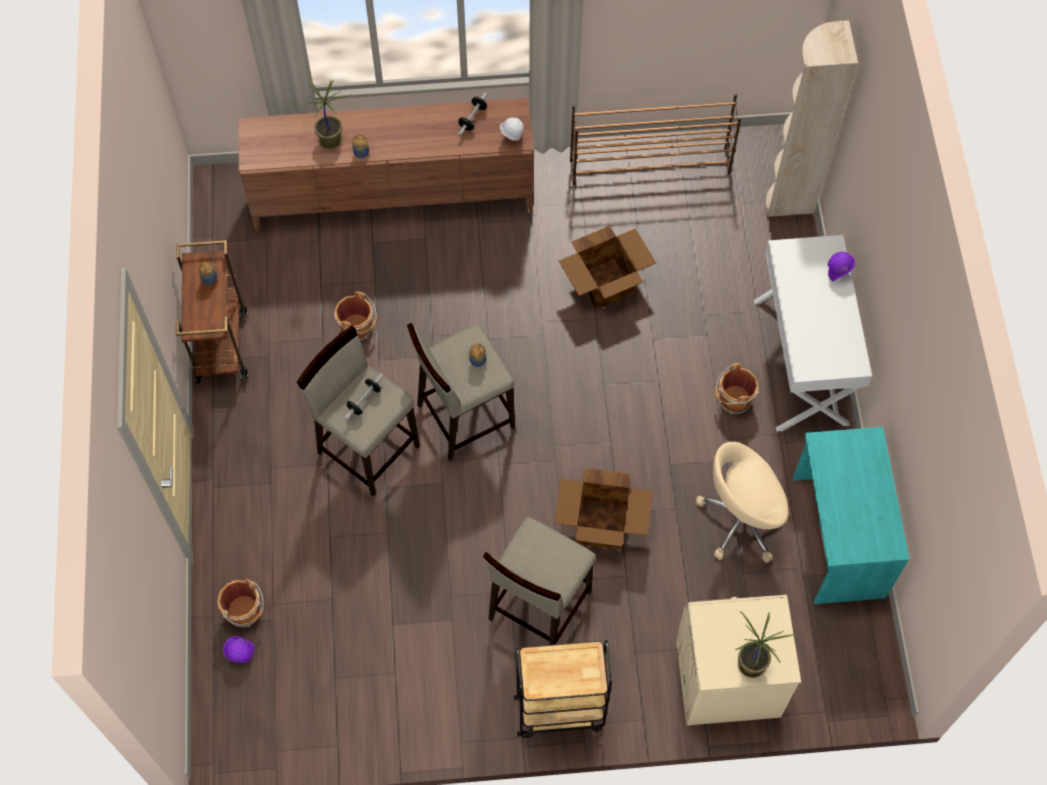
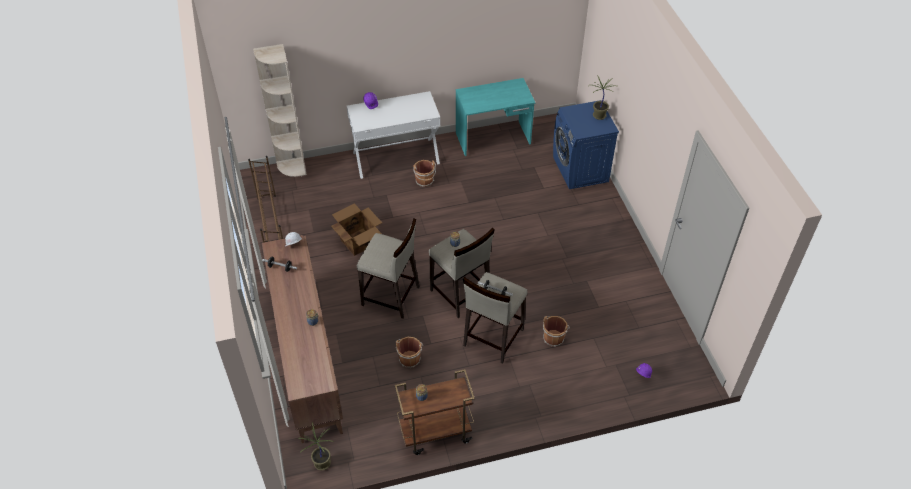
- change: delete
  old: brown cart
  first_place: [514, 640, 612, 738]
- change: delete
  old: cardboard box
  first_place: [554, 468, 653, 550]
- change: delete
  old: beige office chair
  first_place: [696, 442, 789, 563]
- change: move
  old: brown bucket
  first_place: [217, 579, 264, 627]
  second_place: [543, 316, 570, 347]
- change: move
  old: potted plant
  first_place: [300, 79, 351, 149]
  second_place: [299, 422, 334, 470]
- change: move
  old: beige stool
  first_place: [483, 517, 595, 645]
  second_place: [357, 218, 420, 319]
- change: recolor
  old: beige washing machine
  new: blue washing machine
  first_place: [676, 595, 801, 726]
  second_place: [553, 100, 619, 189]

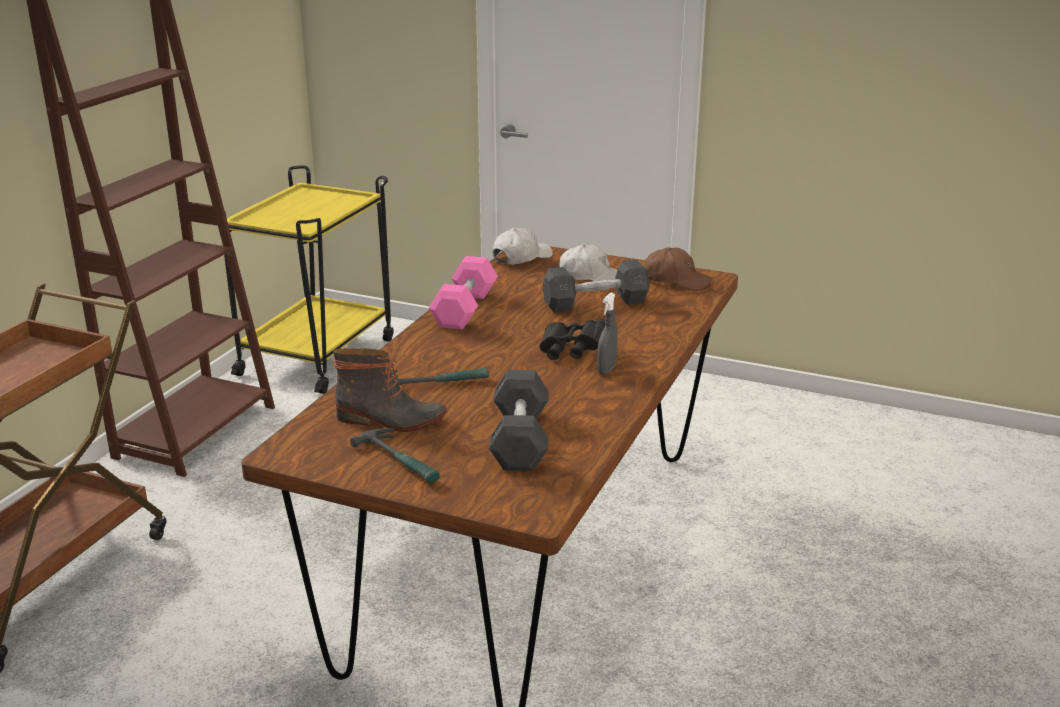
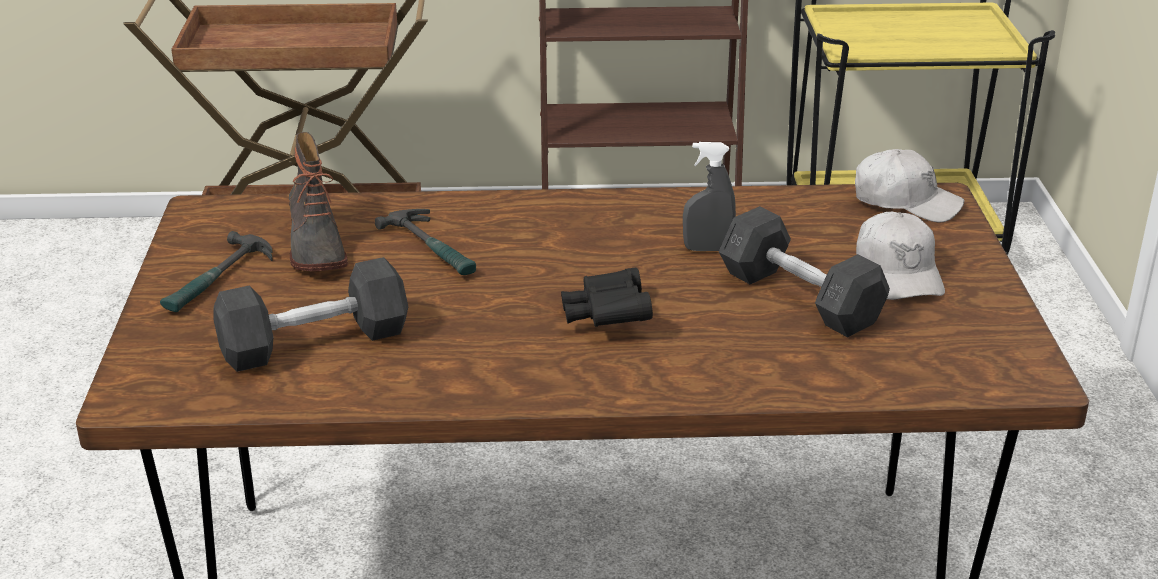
- change: delete
  old: pink dumbbell
  first_place: [429, 256, 498, 330]
- change: delete
  old: brown cap
  first_place: [644, 247, 712, 291]
- change: move
  old: grey spray bottle
  first_place: [597, 292, 618, 375]
  second_place: [683, 142, 736, 251]

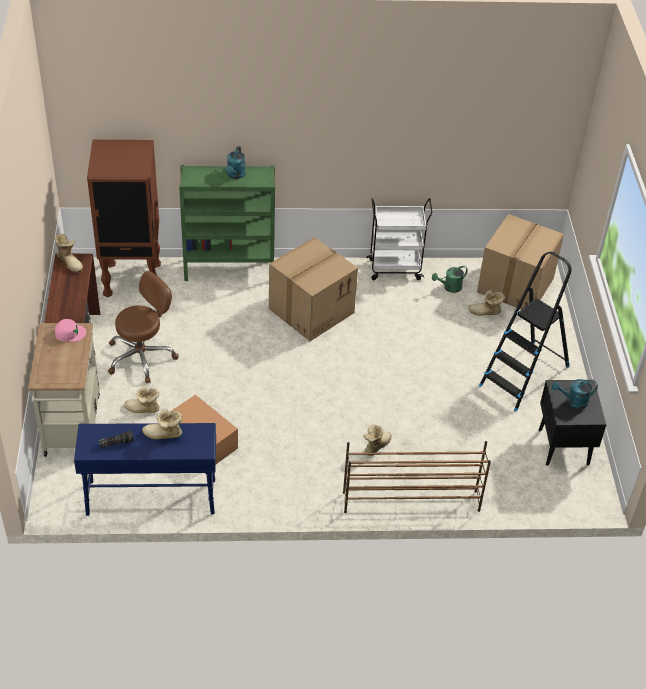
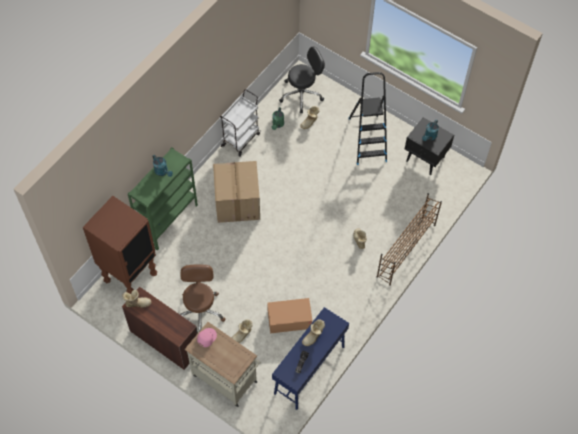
- change: replace
  old: cardboard box
  new: black office chair
  first_place: [477, 214, 564, 309]
  second_place: [279, 46, 325, 113]

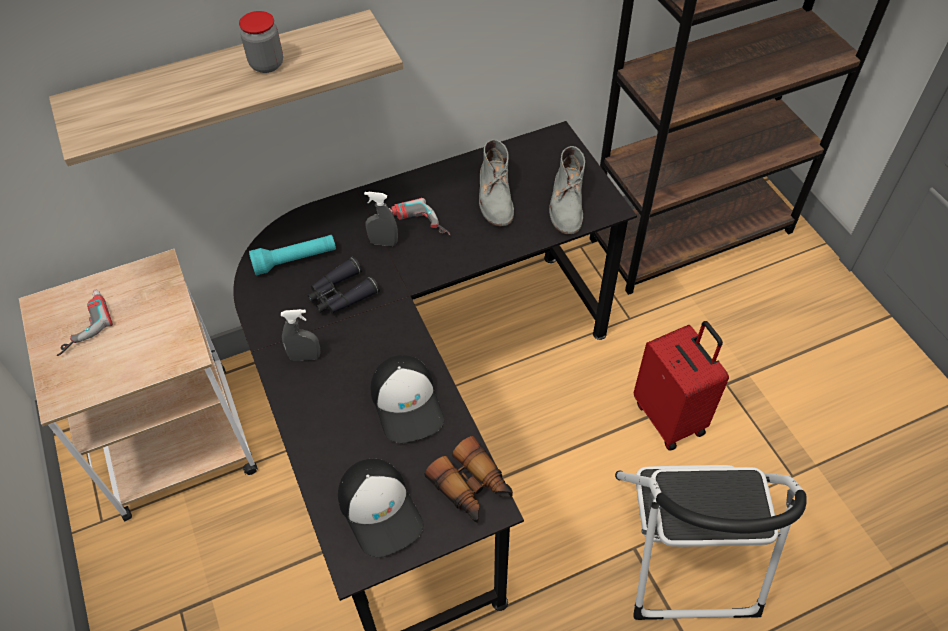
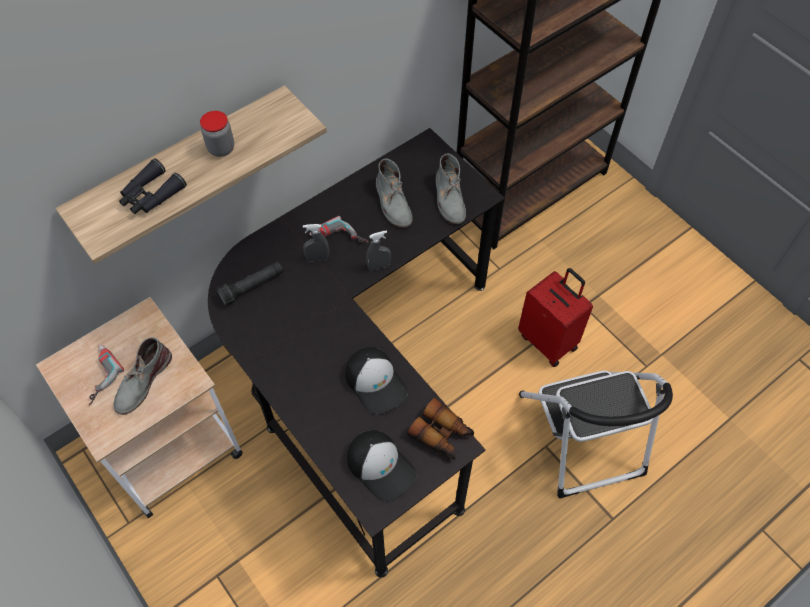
- change: insert
  new: grey boot
  second_place: [113, 337, 172, 415]
- change: move
  old: grey spray bottle
  first_place: [281, 309, 320, 361]
  second_place: [366, 230, 391, 271]
- change: move
  old: black binoculars
  first_place: [307, 257, 380, 314]
  second_place: [119, 158, 187, 214]
- change: recolor
  old: turquoise flashlight
  new: black flashlight
  first_place: [249, 235, 336, 275]
  second_place: [217, 261, 283, 306]

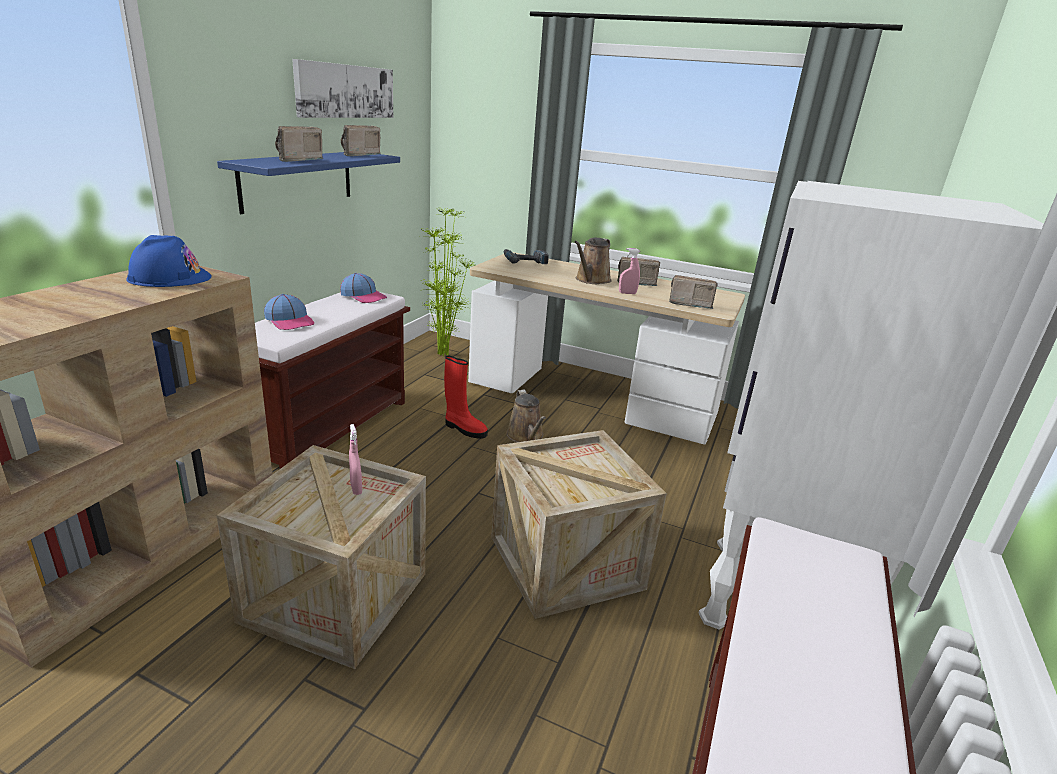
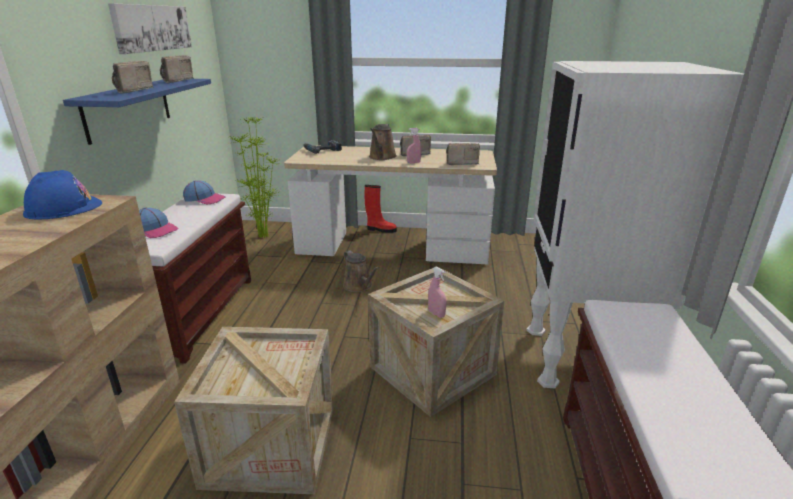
- change: move
  old: pink spray bottle
  first_place: [349, 424, 362, 495]
  second_place: [428, 267, 446, 318]
- change: move
  old: red boot
  first_place: [444, 355, 488, 439]
  second_place: [365, 185, 397, 233]

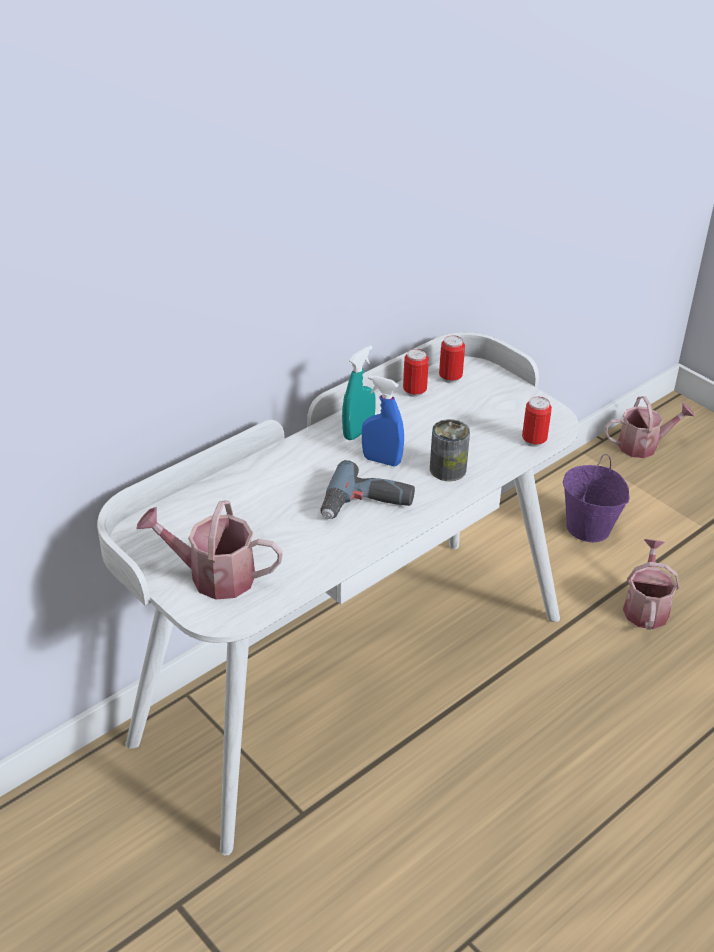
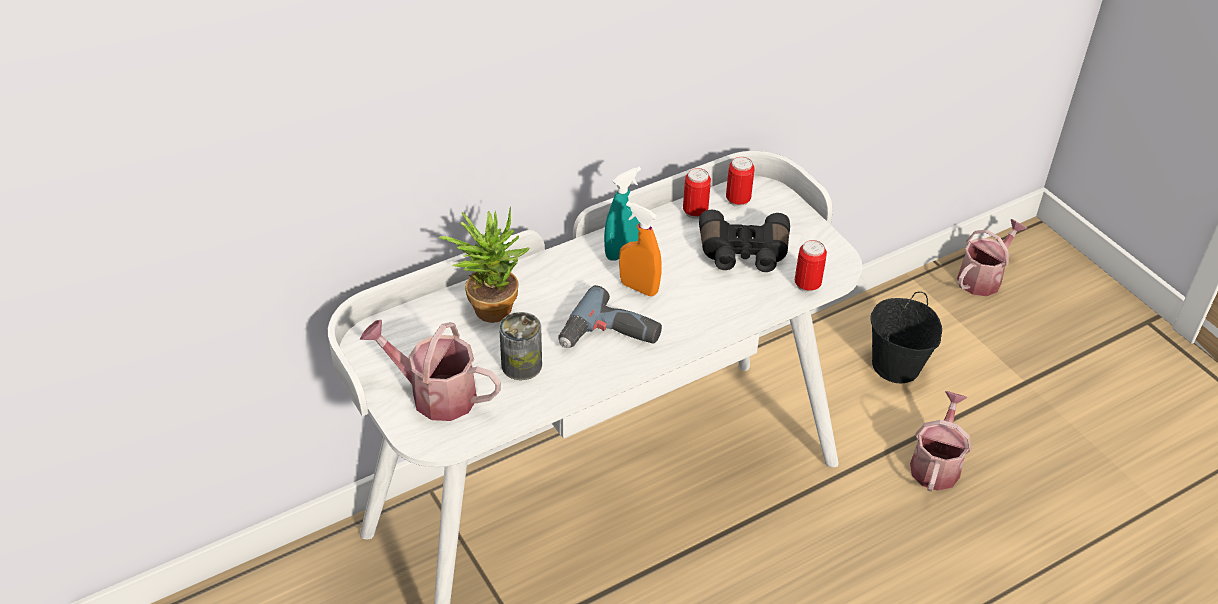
- change: insert
  new: potted plant
  second_place: [439, 207, 530, 323]
- change: insert
  new: black binoculars
  second_place: [699, 210, 790, 272]
- change: move
  old: can
  first_place: [430, 419, 470, 481]
  second_place: [499, 312, 542, 380]
- change: recolor
  old: blue spray bottle
  new: orange spray bottle
  first_place: [362, 375, 404, 466]
  second_place: [619, 202, 662, 296]
- change: recolor
  old: purple bucket
  new: black bucket
  first_place: [563, 454, 630, 542]
  second_place: [871, 291, 942, 383]
- change: rotate
  old: watering can
  first_place: [604, 396, 695, 458]
  second_place: [957, 219, 1027, 296]
  degrees: -45

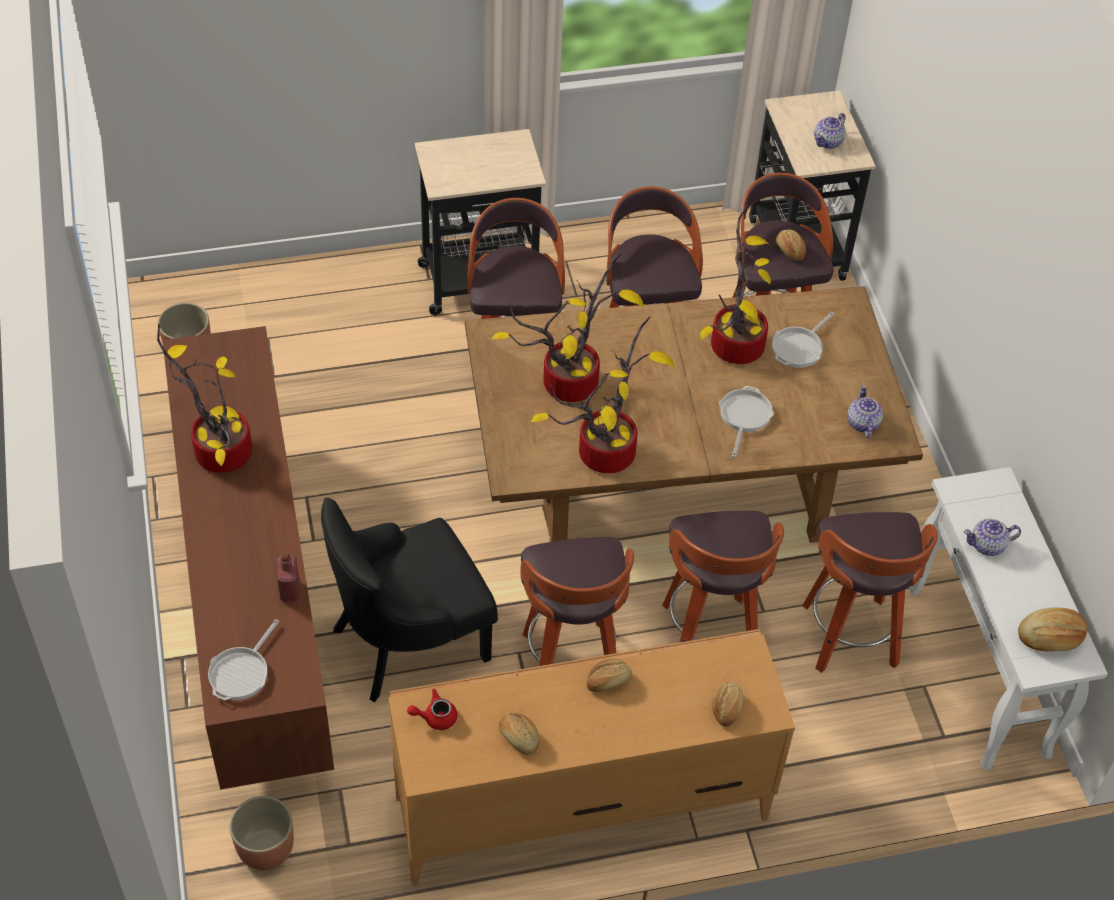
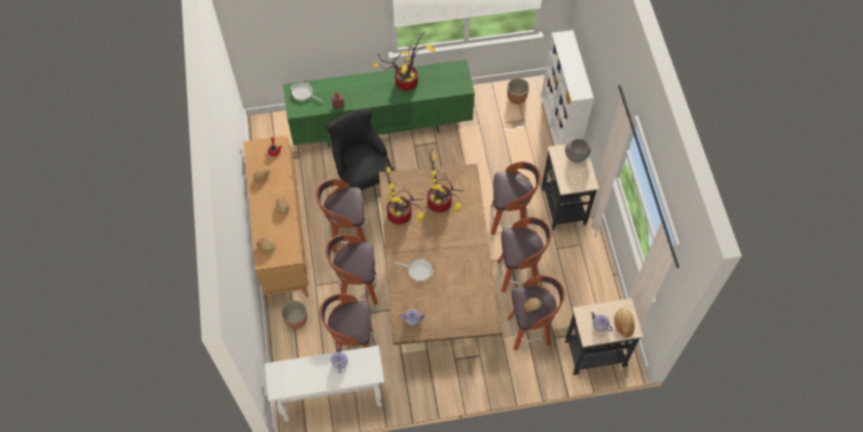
- change: delete
  old: potted plant
  first_place: [700, 205, 771, 364]
- change: delete
  old: frying pan
  first_place: [772, 312, 834, 368]
- change: insert
  new: white bookcase
  second_place: [541, 30, 594, 146]
- change: insert
  new: grey bowl
  second_place: [565, 138, 591, 163]
- change: move
  old: planter
  first_place: [230, 796, 294, 870]
  second_place: [281, 301, 307, 329]
- change: move
  old: bread
  first_place: [1018, 607, 1088, 652]
  second_place: [614, 308, 635, 338]
- change: recolor
  old: brown cabinet
  new: green cabinet
  first_place: [162, 326, 334, 790]
  second_place: [283, 59, 475, 148]

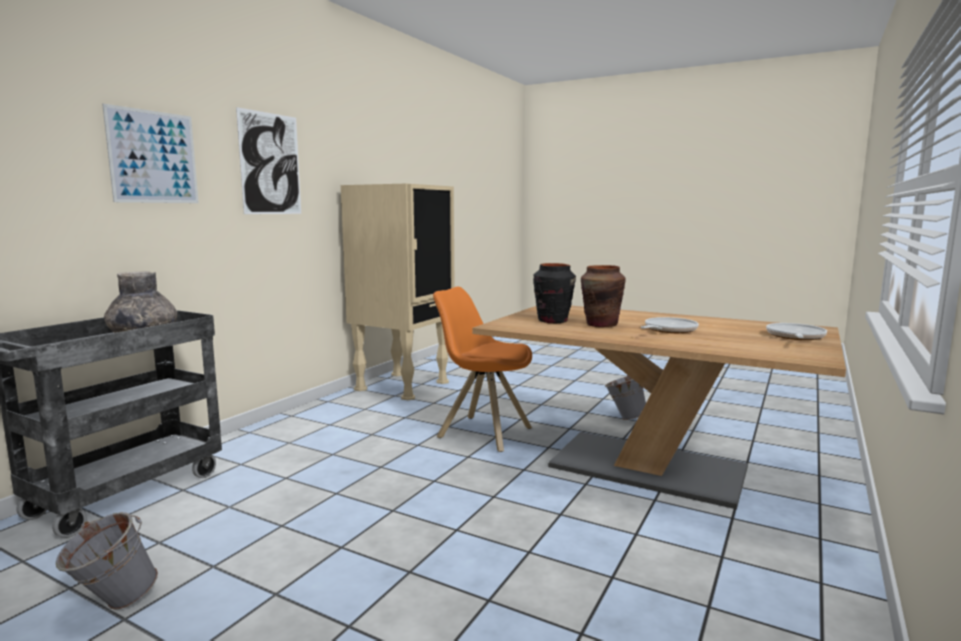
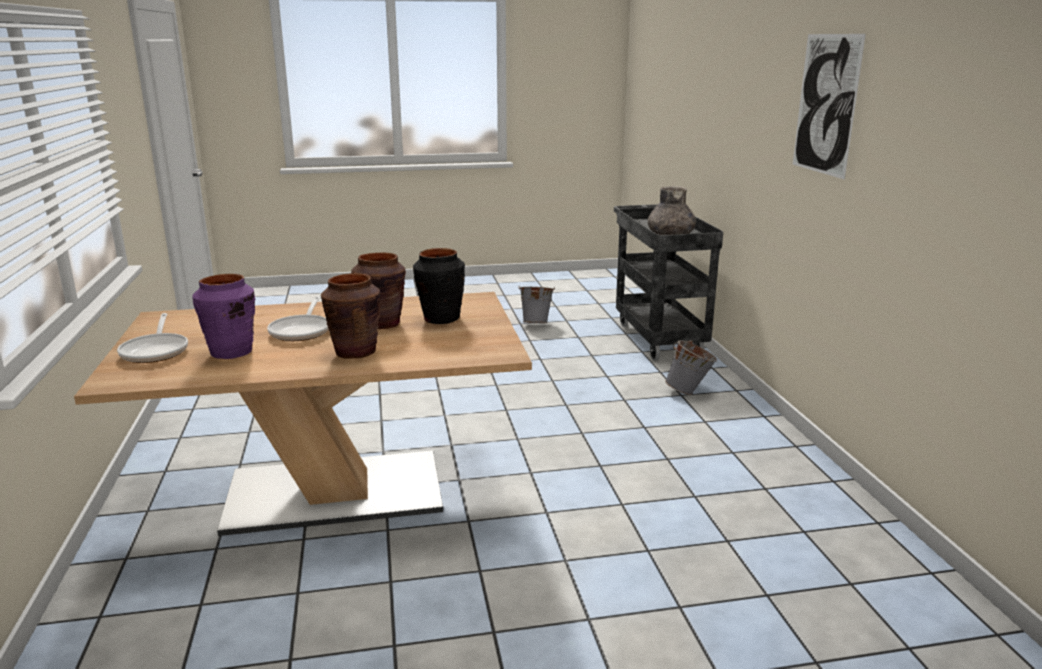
- change: delete
  old: picture
  first_place: [102, 104, 199, 203]
- change: delete
  old: beige cabinet
  first_place: [341, 184, 455, 400]
- change: delete
  old: orange chair
  first_place: [433, 287, 532, 452]
- change: insert
  new: purple vase
  second_place: [192, 274, 255, 359]
- change: insert
  new: brown vase
  second_place: [321, 273, 381, 359]
- change: move
  old: grey bucket
  first_place: [605, 375, 646, 420]
  second_place: [665, 340, 717, 395]

